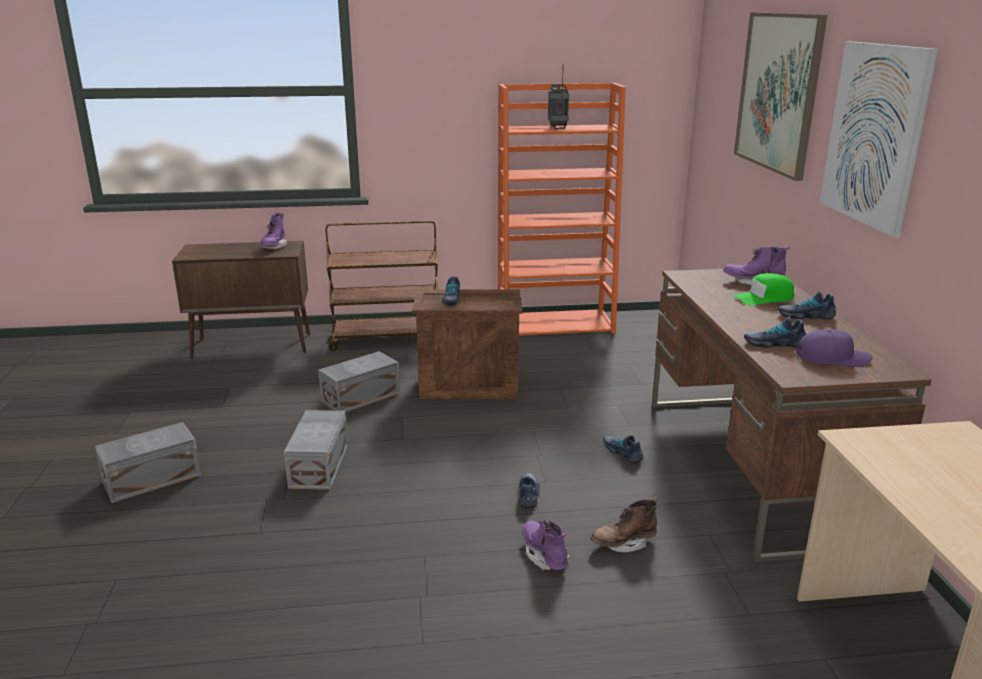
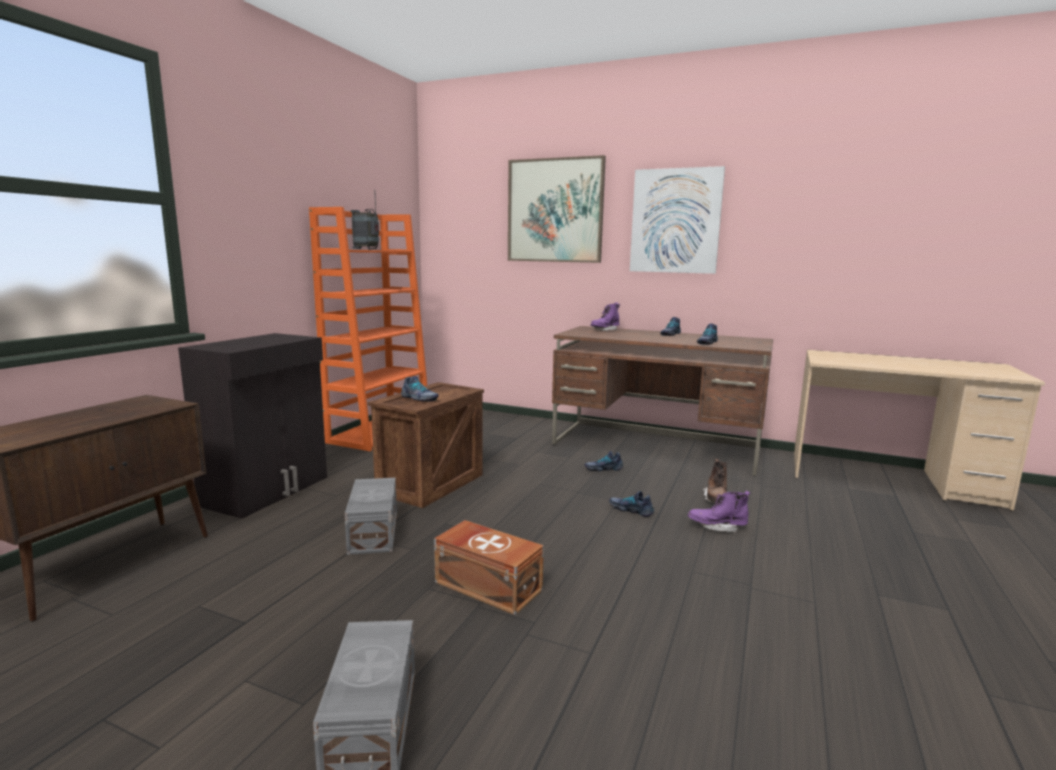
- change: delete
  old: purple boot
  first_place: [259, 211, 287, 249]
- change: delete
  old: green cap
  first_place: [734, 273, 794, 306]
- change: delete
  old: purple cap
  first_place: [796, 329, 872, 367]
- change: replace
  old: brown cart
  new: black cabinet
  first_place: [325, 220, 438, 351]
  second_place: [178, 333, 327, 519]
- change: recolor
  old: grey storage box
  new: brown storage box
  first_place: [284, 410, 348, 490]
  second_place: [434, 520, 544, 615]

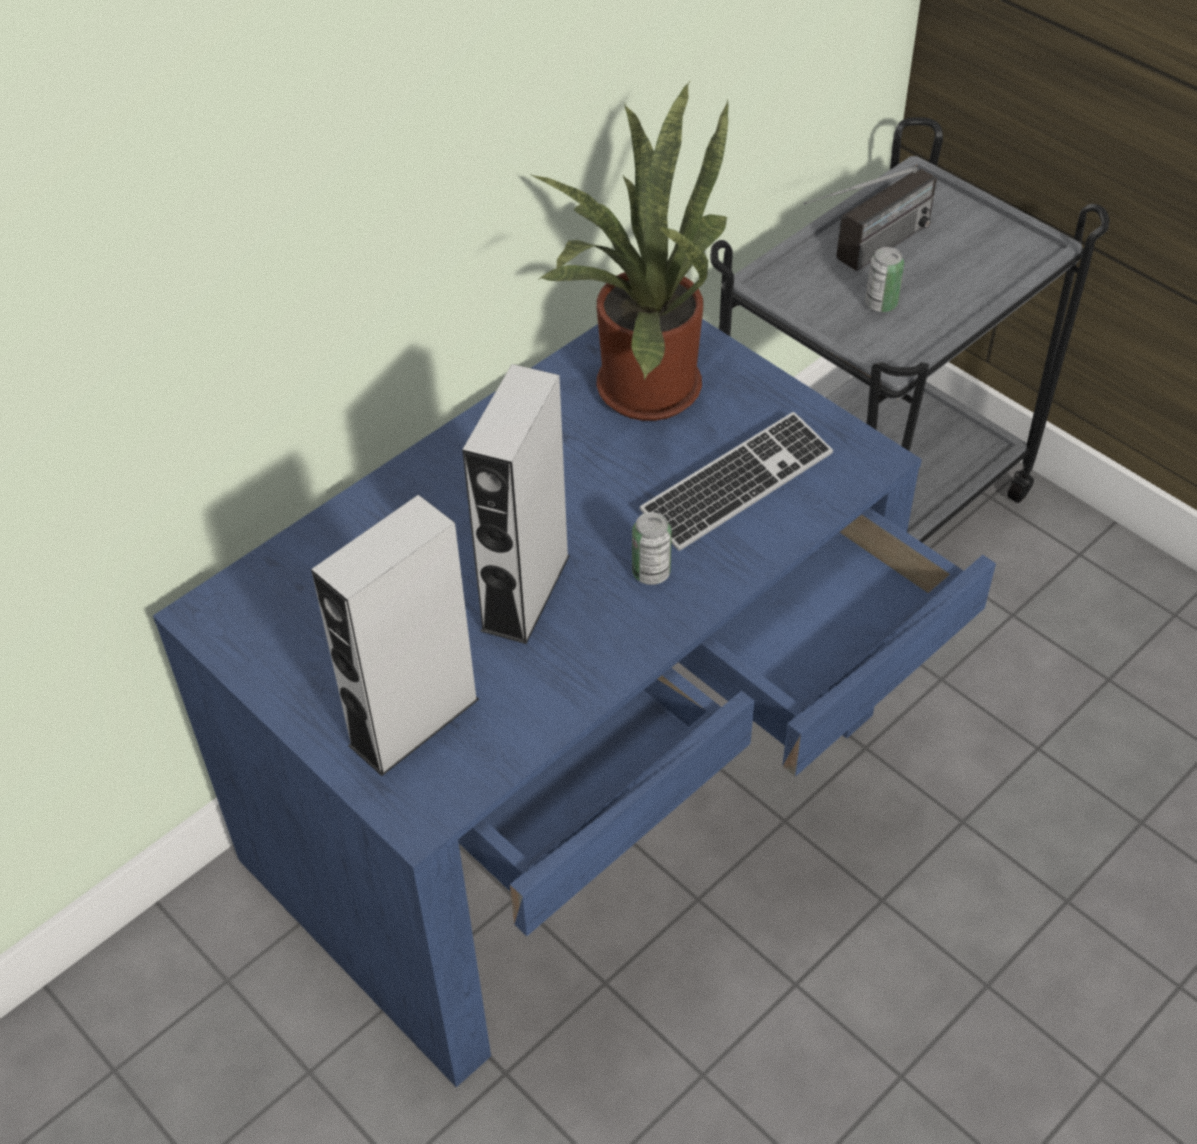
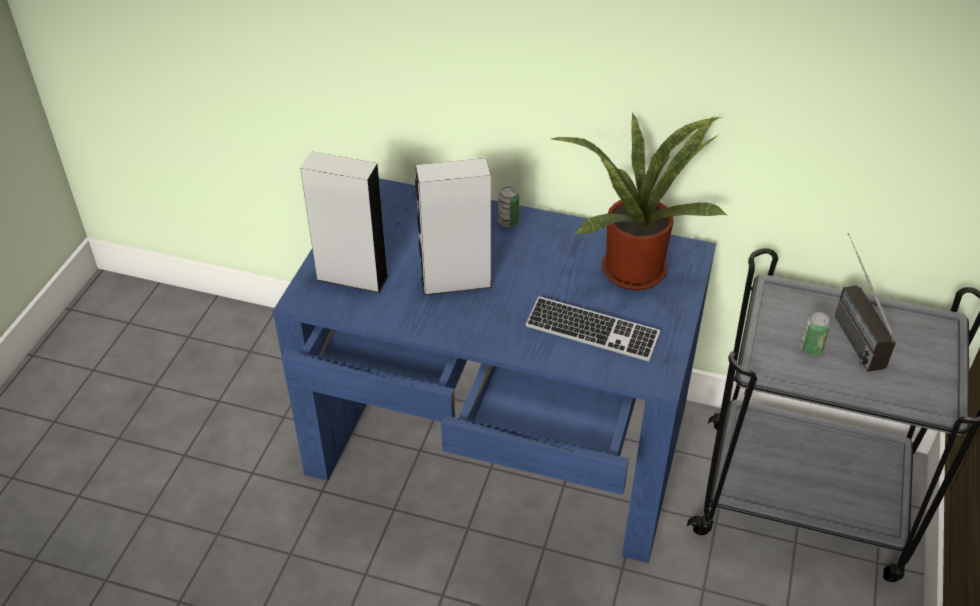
- change: move
  old: can
  first_place: [632, 512, 672, 585]
  second_place: [498, 187, 519, 227]
- change: rotate
  old: radio
  first_place: [804, 167, 937, 271]
  second_place: [835, 233, 896, 372]
  degrees: 60

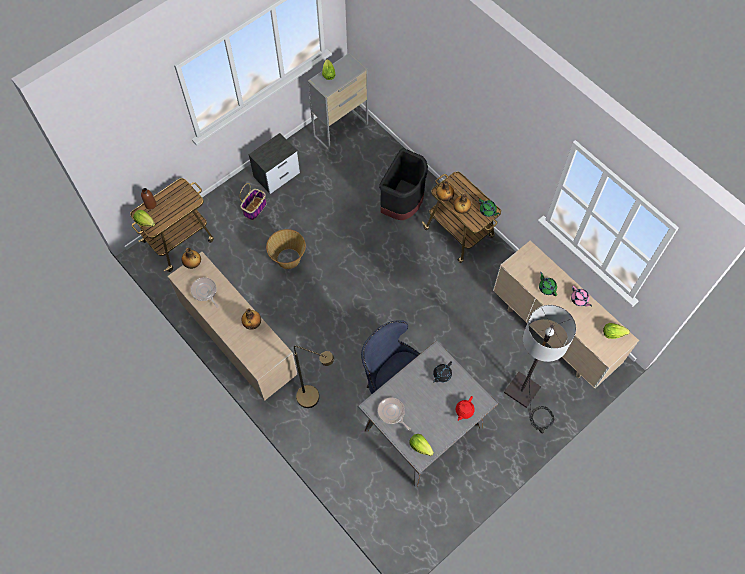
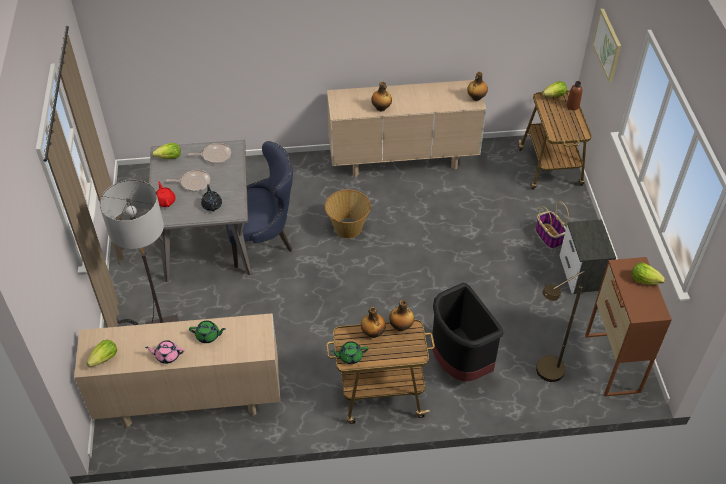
- change: insert
  new: picture
  second_place: [592, 9, 621, 82]
- change: move
  old: frying pan
  first_place: [191, 278, 219, 308]
  second_place: [166, 170, 210, 192]
- change: move
  old: basket
  first_place: [266, 229, 306, 269]
  second_place: [325, 189, 371, 238]
- change: move
  old: brown floor lamp
  first_place: [294, 346, 334, 408]
  second_place: [536, 271, 585, 382]
- change: recolor
  old: grey cabinet
  new: brown cabinet
  first_place: [308, 52, 368, 152]
  second_place: [585, 257, 672, 396]

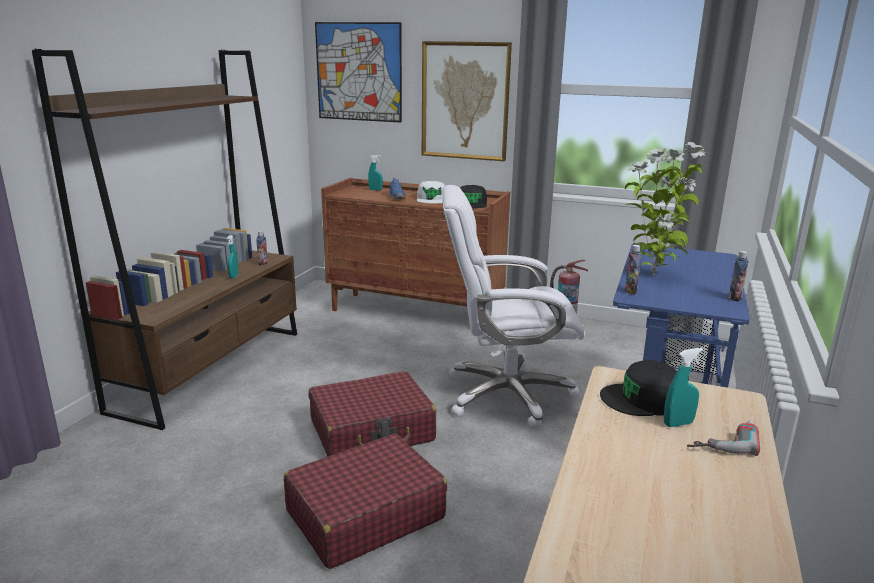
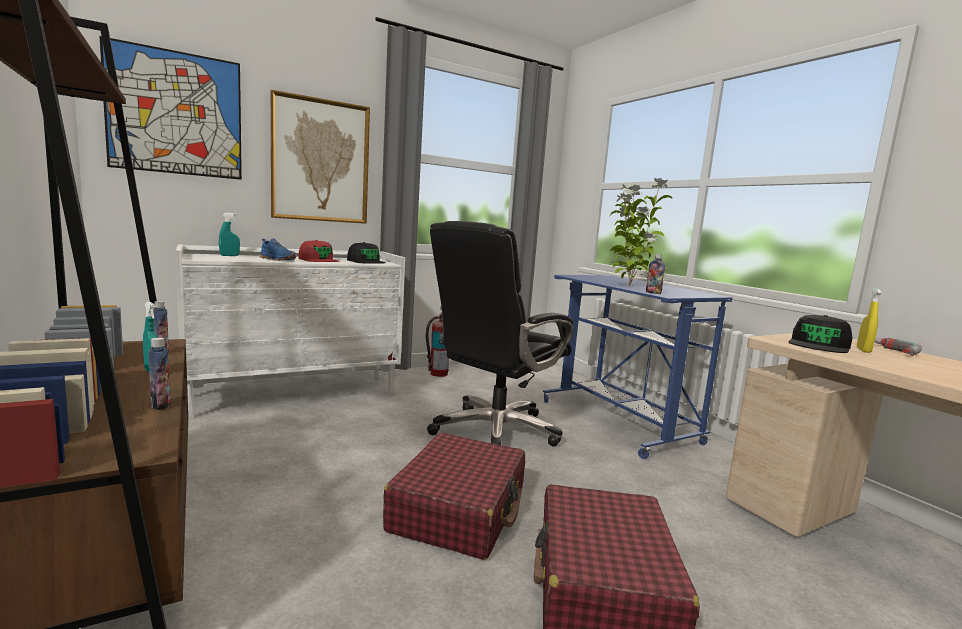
- change: move
  old: bottle
  first_place: [729, 251, 749, 301]
  second_place: [148, 337, 171, 410]
- change: recolor
  old: brown cabinet
  new: white cabinet
  first_place: [321, 178, 510, 311]
  second_place: [176, 244, 405, 419]
- change: recolor
  old: white cap
  new: red cap
  first_place: [417, 181, 445, 204]
  second_place: [298, 240, 340, 262]
- change: recolor
  old: white office chair
  new: black office chair
  first_place: [442, 185, 585, 427]
  second_place: [427, 221, 574, 447]
- change: recolor
  old: turquoise spray bottle
  new: yellow spray bottle
  first_place: [664, 348, 703, 427]
  second_place: [857, 288, 881, 353]

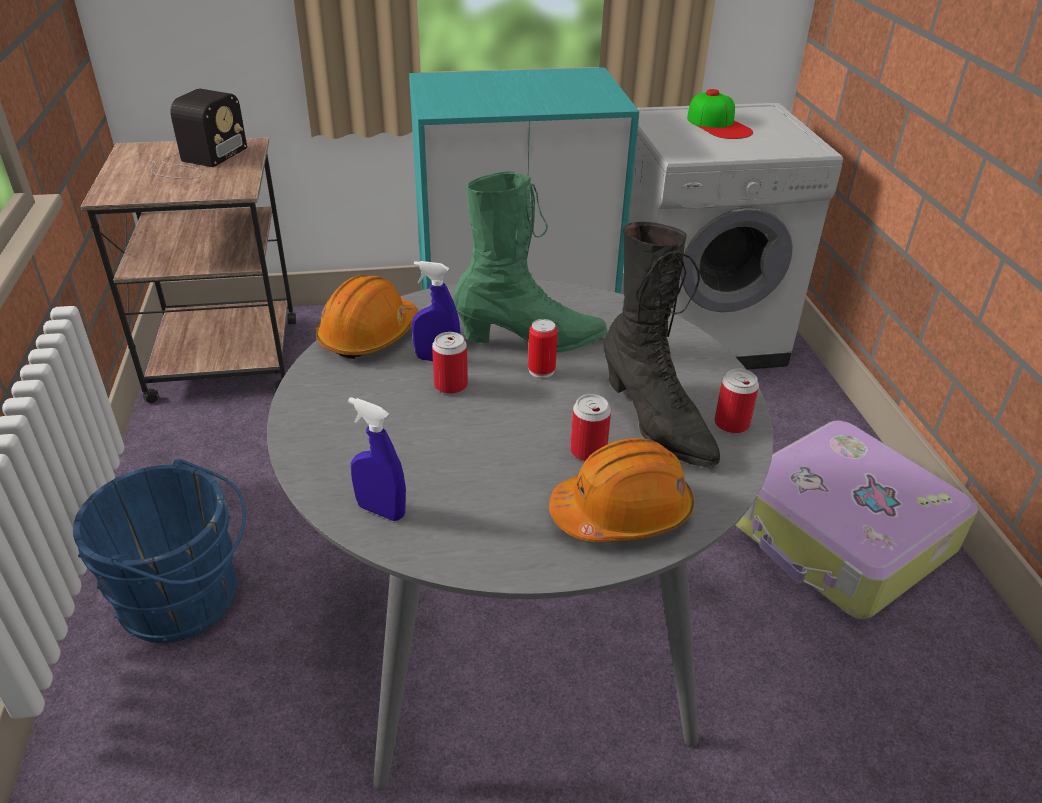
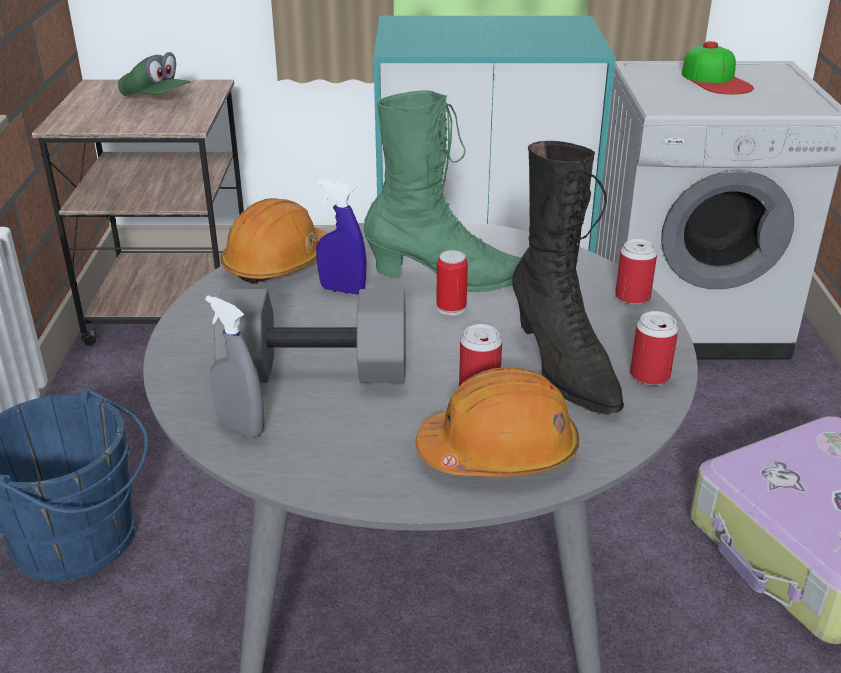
- change: insert
  new: grey dumbbell
  second_place: [214, 289, 406, 383]
- change: move
  old: can
  first_place: [432, 332, 468, 394]
  second_place: [615, 239, 657, 304]
- change: replace
  old: radio
  new: green cap
  first_place: [148, 88, 247, 179]
  second_place: [118, 52, 191, 96]
- change: recolor
  old: blue spray bottle
  new: grey spray bottle
  first_place: [348, 397, 406, 521]
  second_place: [205, 295, 264, 438]

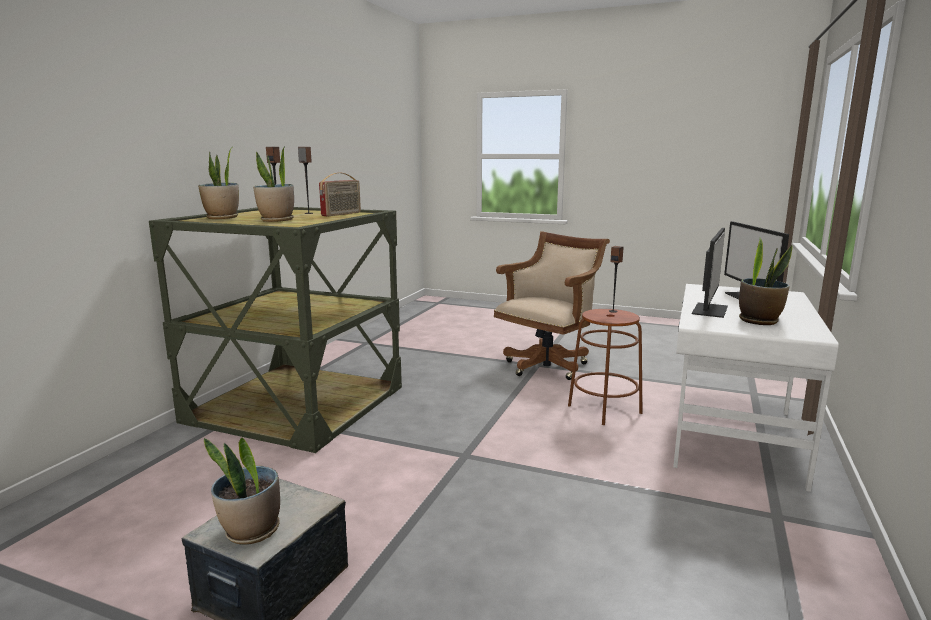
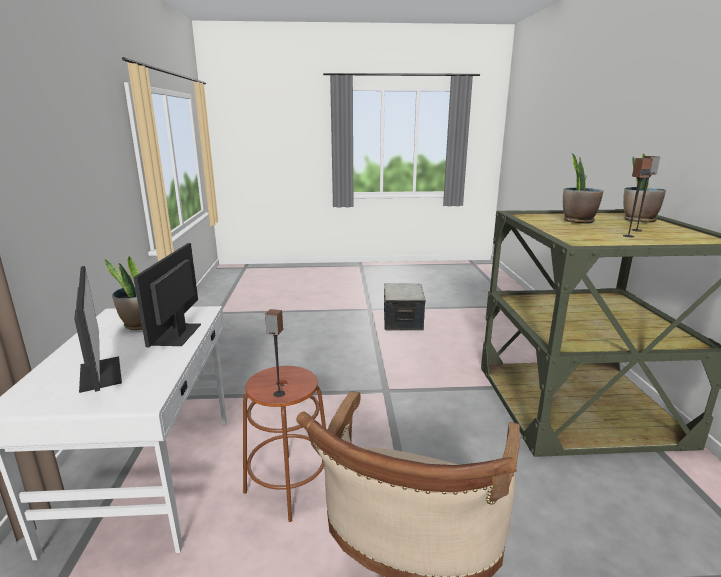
- change: delete
  old: potted plant
  first_place: [204, 438, 280, 545]
- change: delete
  old: radio
  first_place: [319, 173, 361, 216]

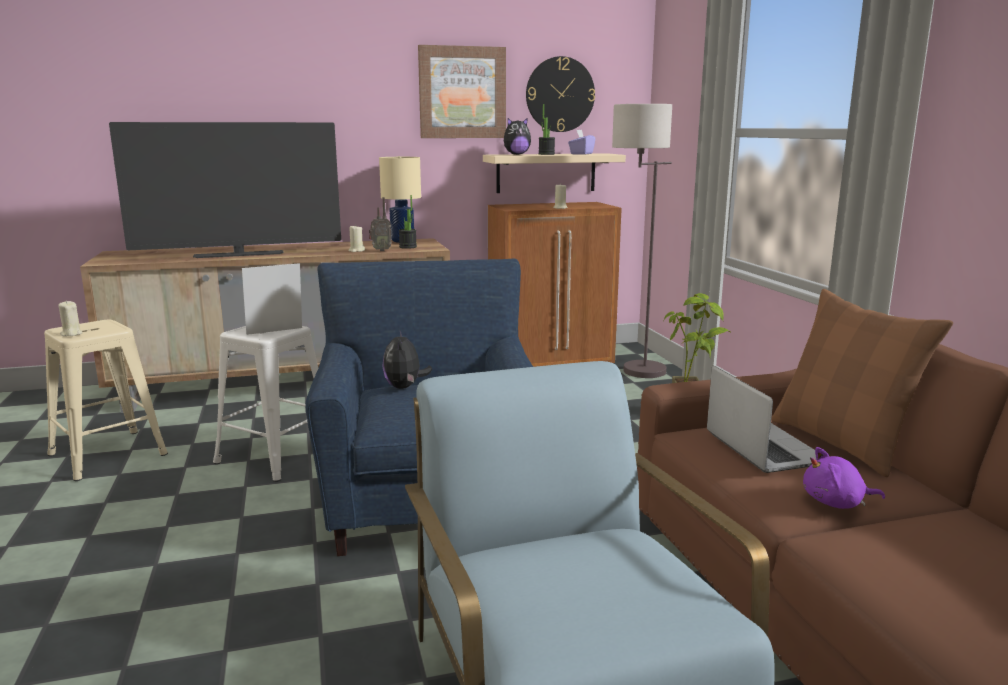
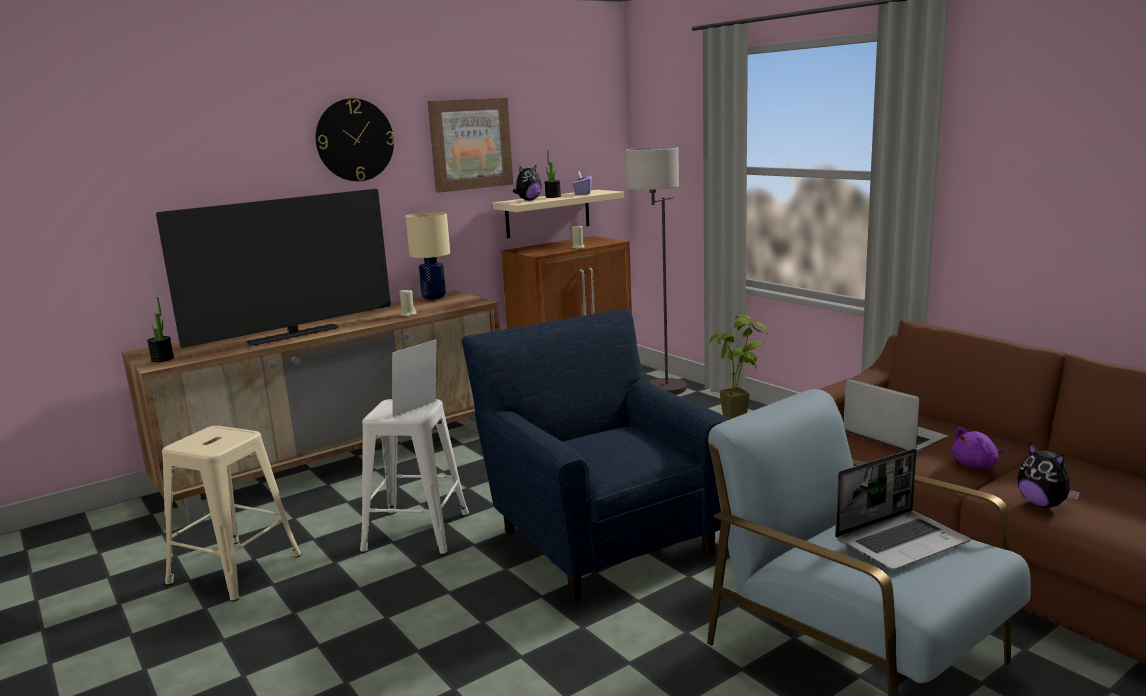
- change: delete
  old: beige candle
  first_place: [59, 301, 82, 337]
- change: delete
  old: radio
  first_place: [369, 197, 392, 251]
- change: delete
  old: brown pillow
  first_place: [771, 289, 953, 477]
- change: insert
  new: laptop
  second_place: [835, 448, 970, 570]
- change: move
  old: plush toy
  first_place: [382, 329, 432, 389]
  second_place: [1018, 442, 1080, 508]
- change: move
  old: potted plant
  first_place: [399, 195, 417, 249]
  second_place: [147, 297, 174, 362]
- change: move
  old: wall clock
  first_place: [526, 56, 595, 132]
  second_place: [316, 98, 395, 181]

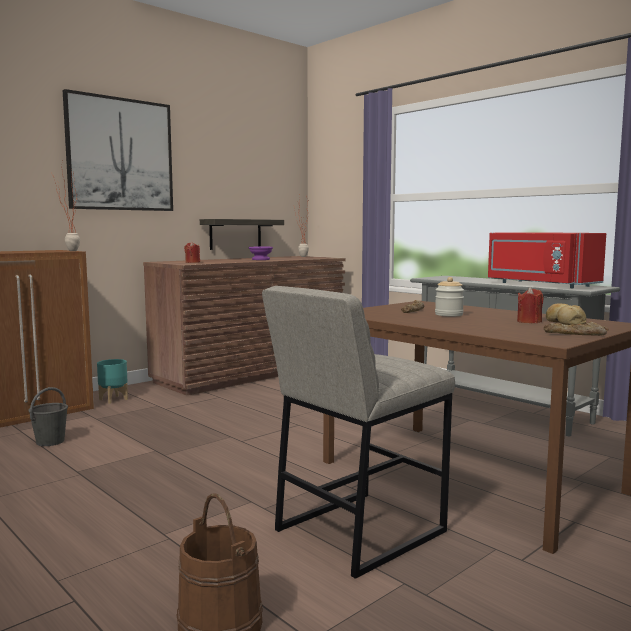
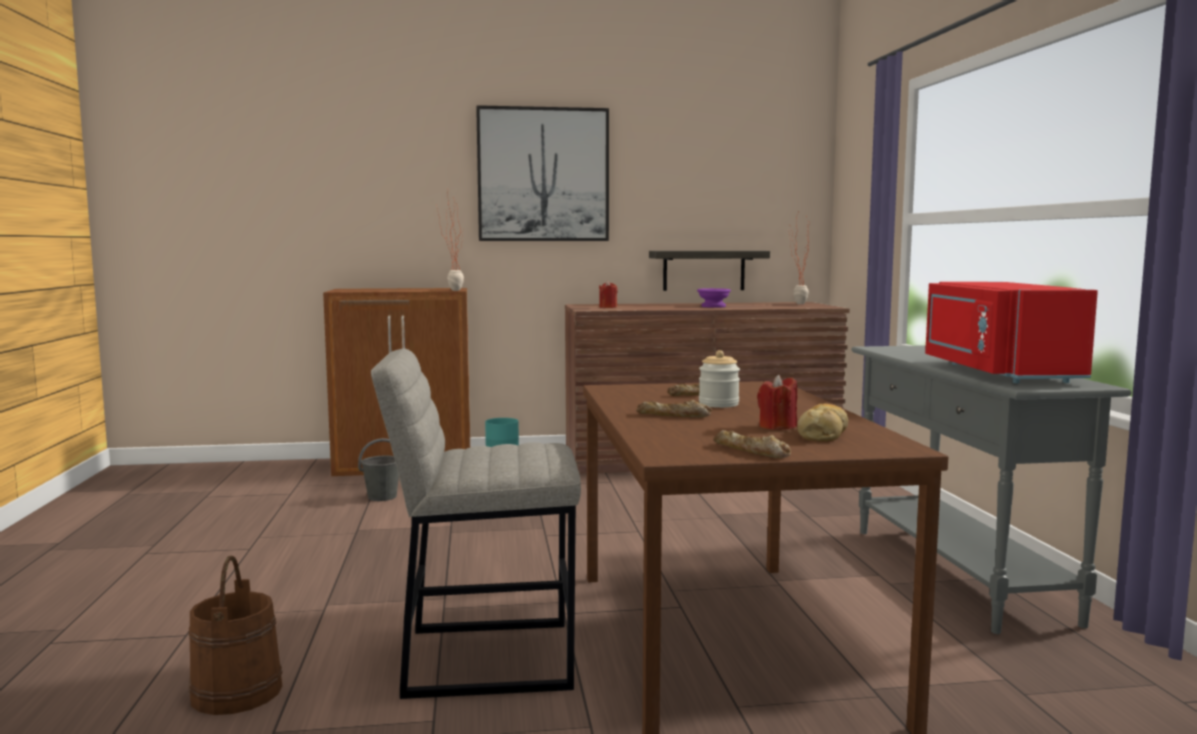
- change: insert
  new: bread
  second_place: [636, 399, 712, 418]

